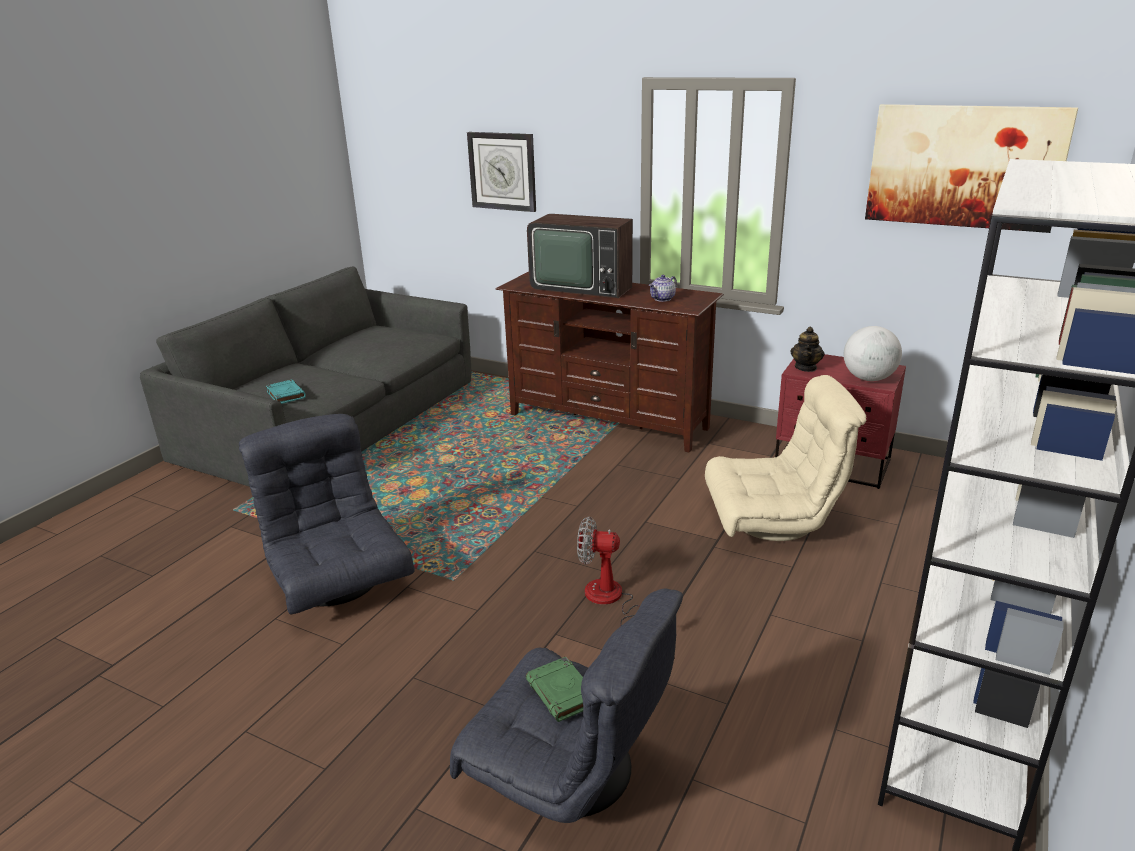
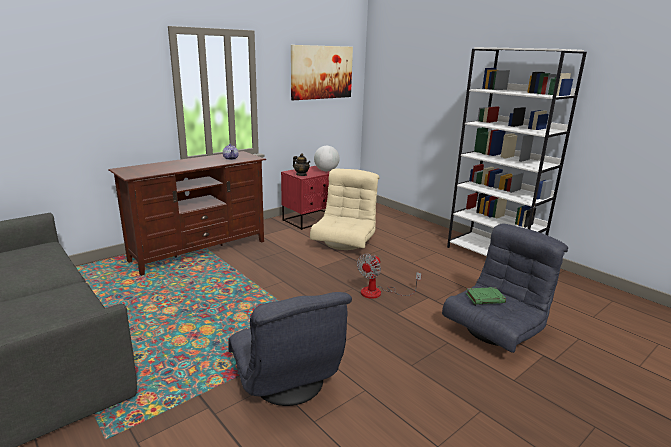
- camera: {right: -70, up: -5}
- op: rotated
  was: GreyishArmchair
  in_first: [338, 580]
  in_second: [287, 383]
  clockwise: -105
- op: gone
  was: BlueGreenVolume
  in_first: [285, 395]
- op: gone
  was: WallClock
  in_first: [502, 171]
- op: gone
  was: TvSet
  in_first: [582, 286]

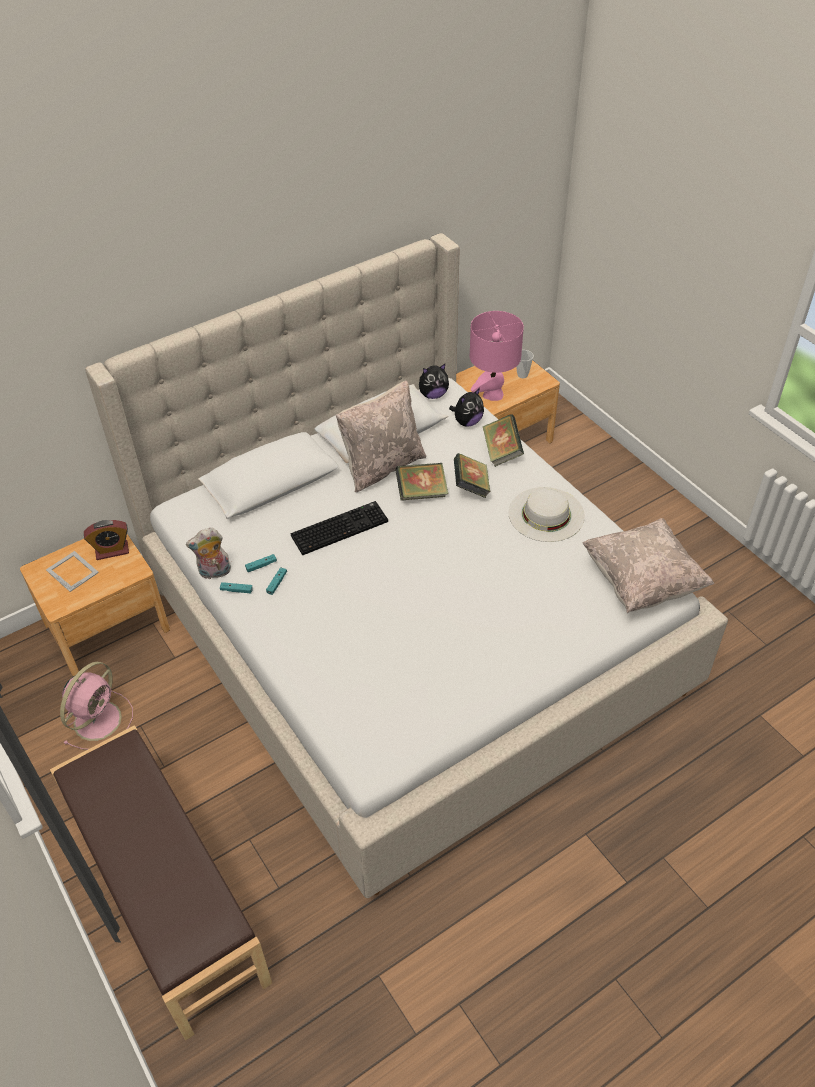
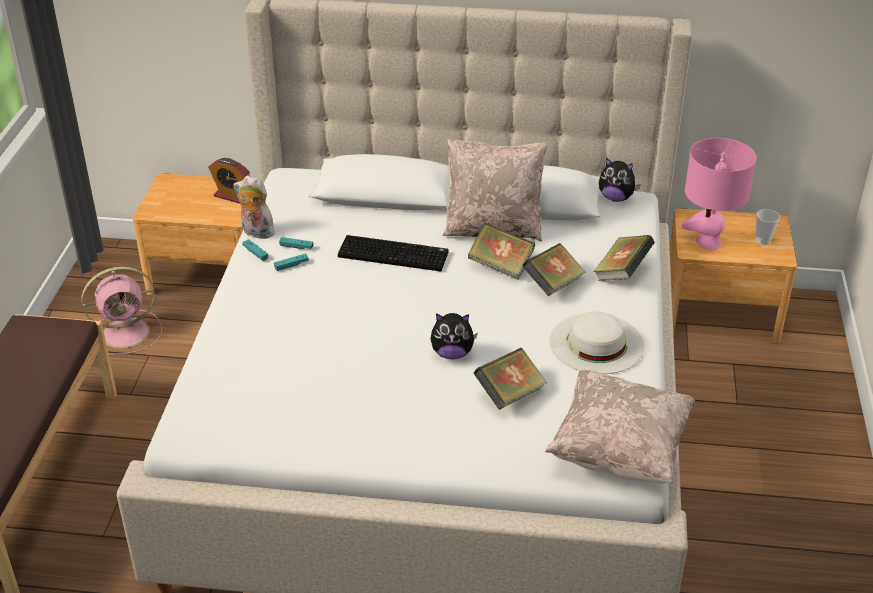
- camera: {right: 40, up: -10}
- op: shifted
  was: SoftToy
  in_first: [467, 422]
  in_second: [452, 353]
- op: new
  now: Volume
  in_second: [509, 394]
- op: gone
  was: PictureFrame
  in_first: [72, 571]

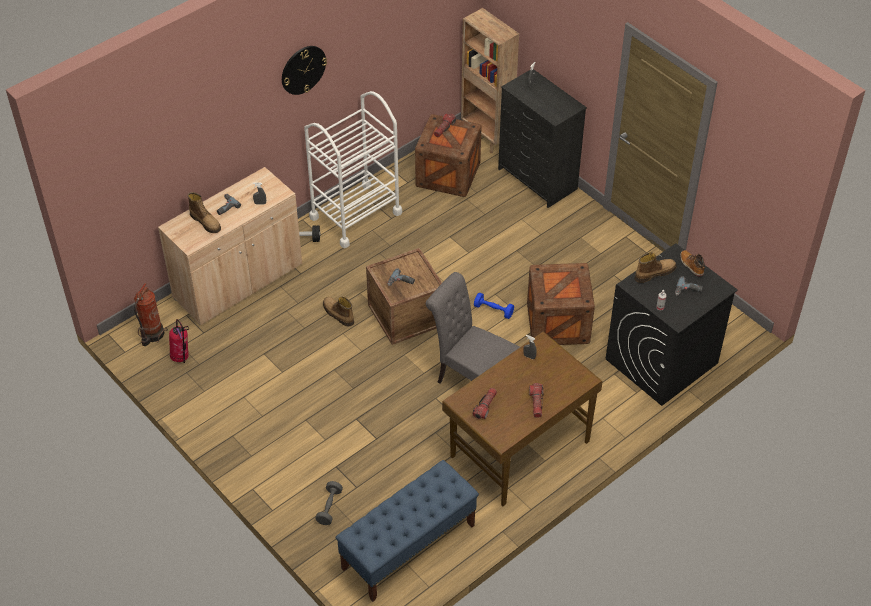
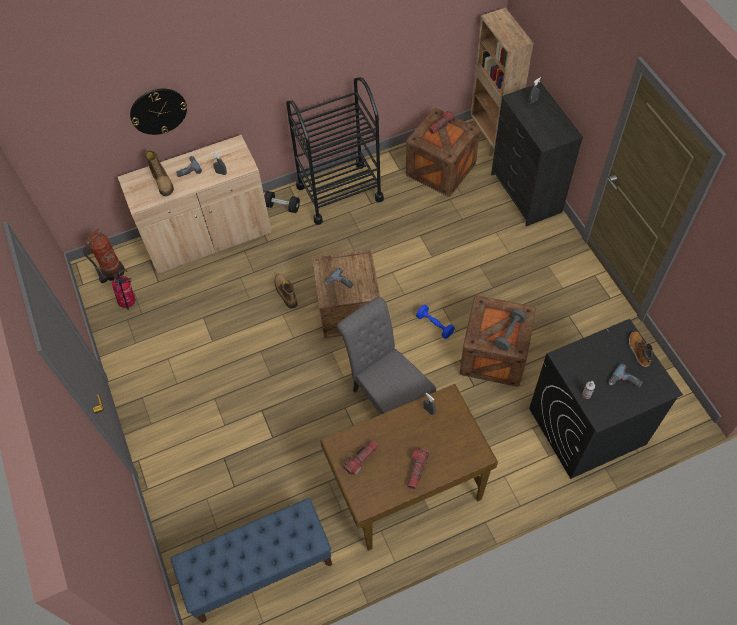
- camera: {right: 20, up: 10}
- op: shifted
  was: WallClock
  in_first: [303, 69]
  in_second: [158, 111]
- op: repainted
  was: WhiteCart
  now: BlackishCart
  in_first: [355, 215]
  in_second: [339, 192]
- op: shifted
  was: GreyishHandWeight
  in_first: [329, 507]
  in_second: [509, 333]
- op: gone
  was: Boot
  in_first: [654, 273]

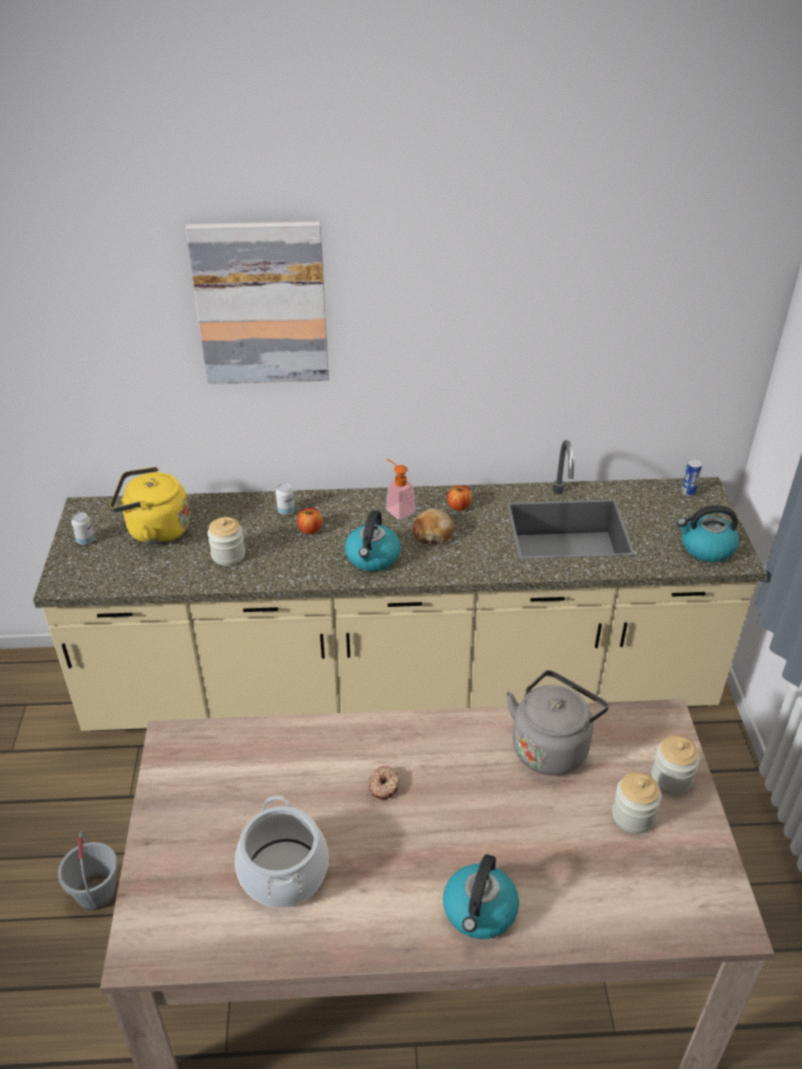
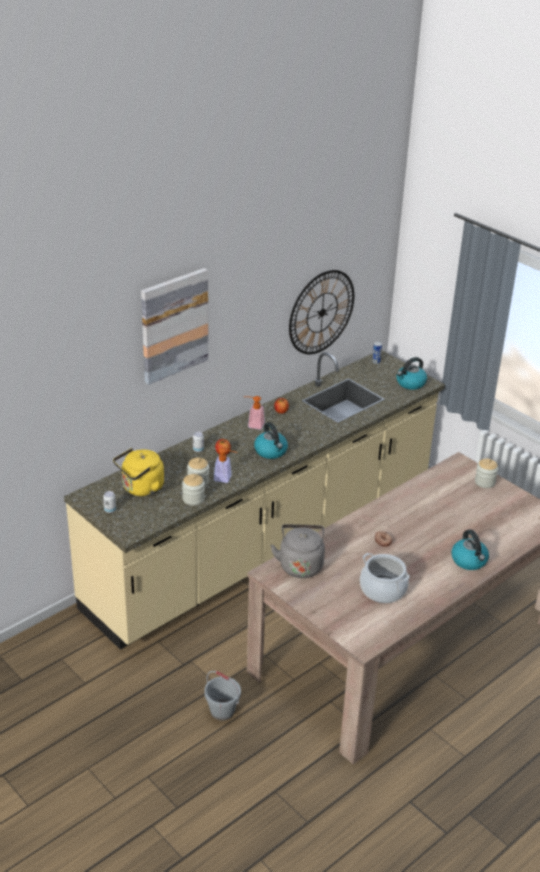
- camera: {right: -40, up: -5}
- op: shifted
  was: StorageJar
  in_first: [633, 816]
  in_second: [193, 499]
- op: new
  now: SoapBottle
  in_second: [226, 478]
- op: shifted
  was: GreyishKettle
  in_first: [551, 746]
  in_second: [300, 565]
- op: new
  now: WallClock
  in_second: [322, 312]
- op: gone
  was: Bread
  in_first: [433, 533]

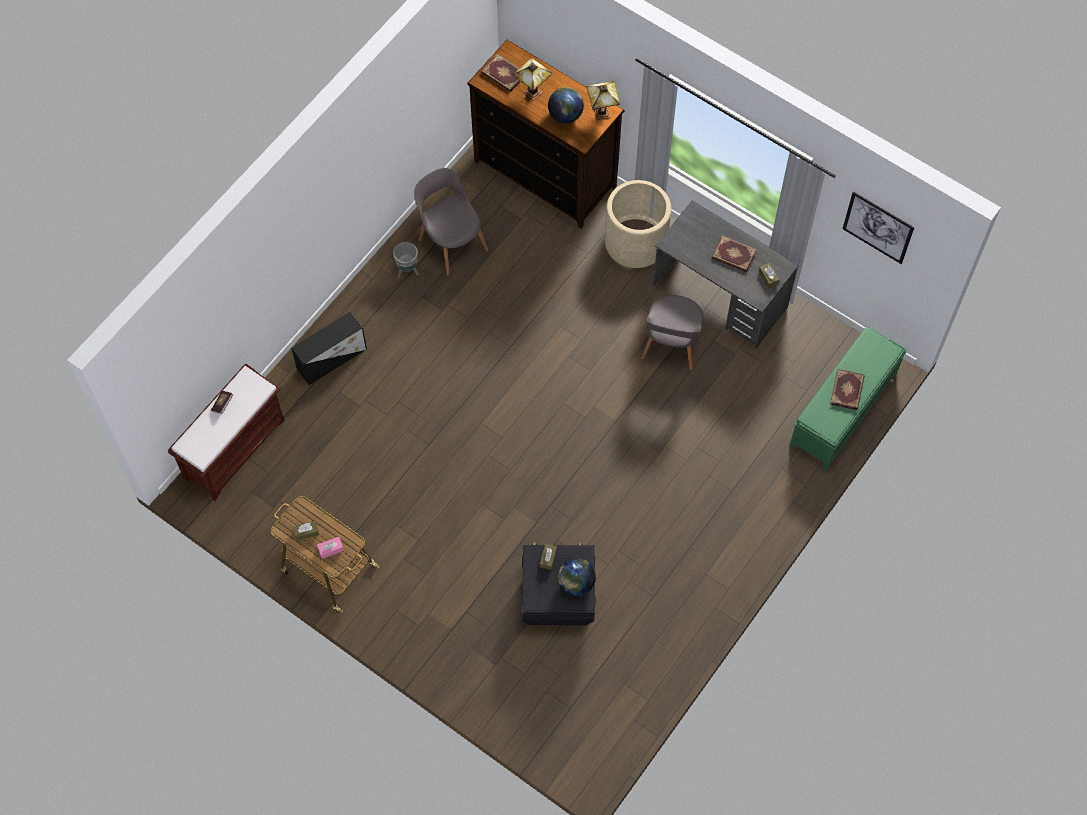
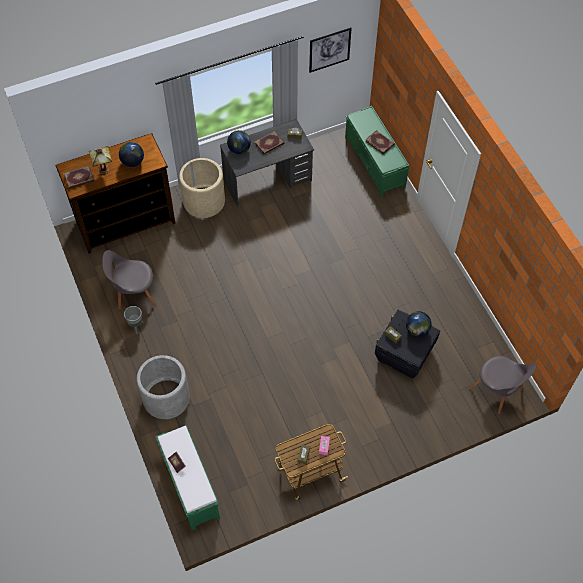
- camera: {right: -60, up: -5}
- op: swapped
  was: BlackishStorageContainer
  now: GreyishFlowerPot
  in_first: [332, 358]
  in_second: [166, 398]
- op: repainted
  was: BrownColouredLongSeat
  now: GreenColouredLongSeat
  in_first: [235, 448]
  in_second: [190, 487]
- op: new
  now: DeskGlobe
  in_second: [239, 149]
- op: shifted
  was: GreyishUprightChair
  in_first: [671, 345]
  in_second: [497, 391]
- op: gone
  was: LampForATable
  in_first: [603, 114]

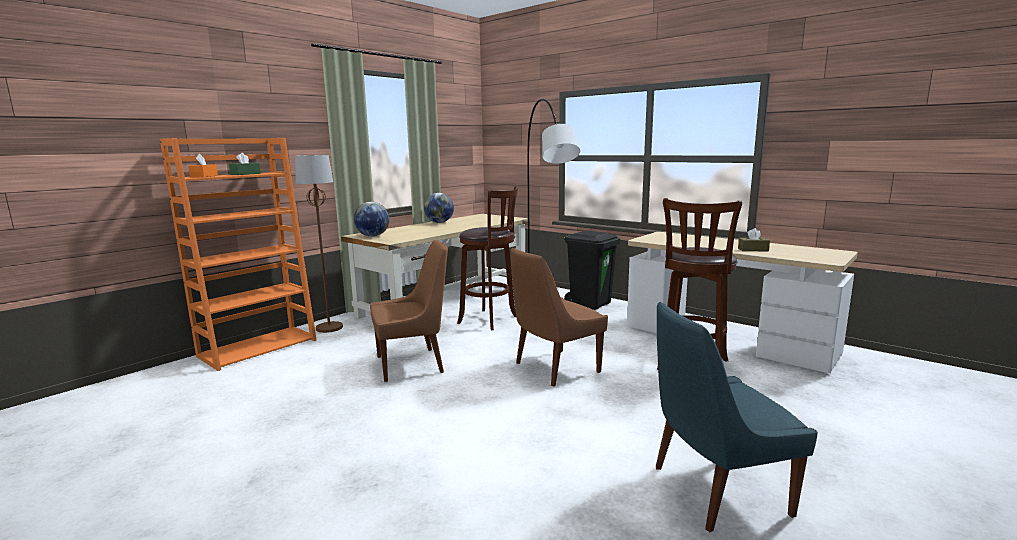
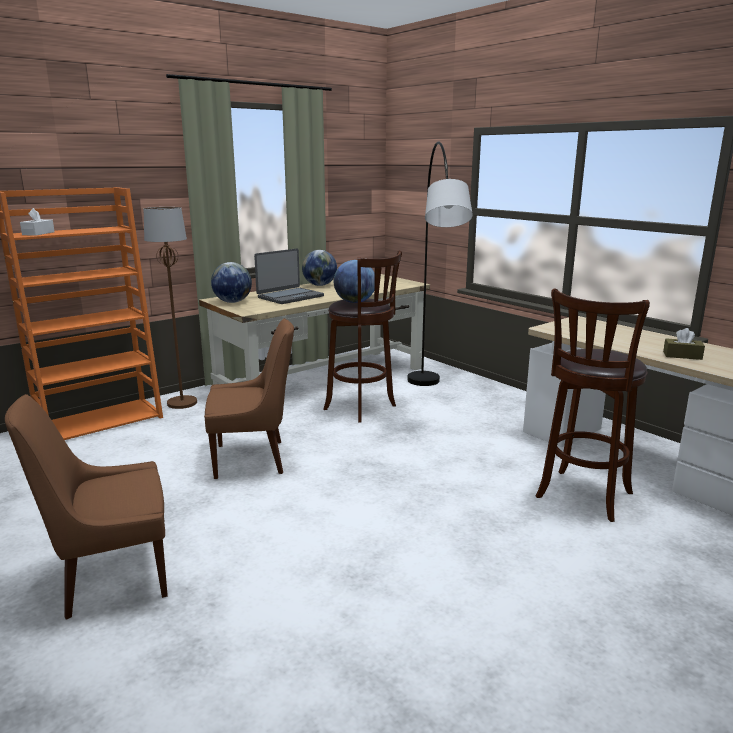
- camera: {right: 10, up: 5}
- op: shifted
  was: BrownColouredUprightChair
  in_first: [554, 368]
  in_second: [111, 577]
- op: repainted
  was: OrangeTissueBox
  now: WhiteTissueBox
  in_first: [204, 176]
  in_second: [38, 233]
- op: new
  now: PortableComputer
  in_second: [290, 297]
- op: new
  now: DeskGlobe
  in_second: [355, 302]
- op: gone
  was: GreenColouredTissueBox
  in_first: [245, 174]
- op: gone
  was: BlackishWasteBin
  in_first: [590, 304]
- op: gone
  was: BluishUprightChair
  in_first: [714, 491]

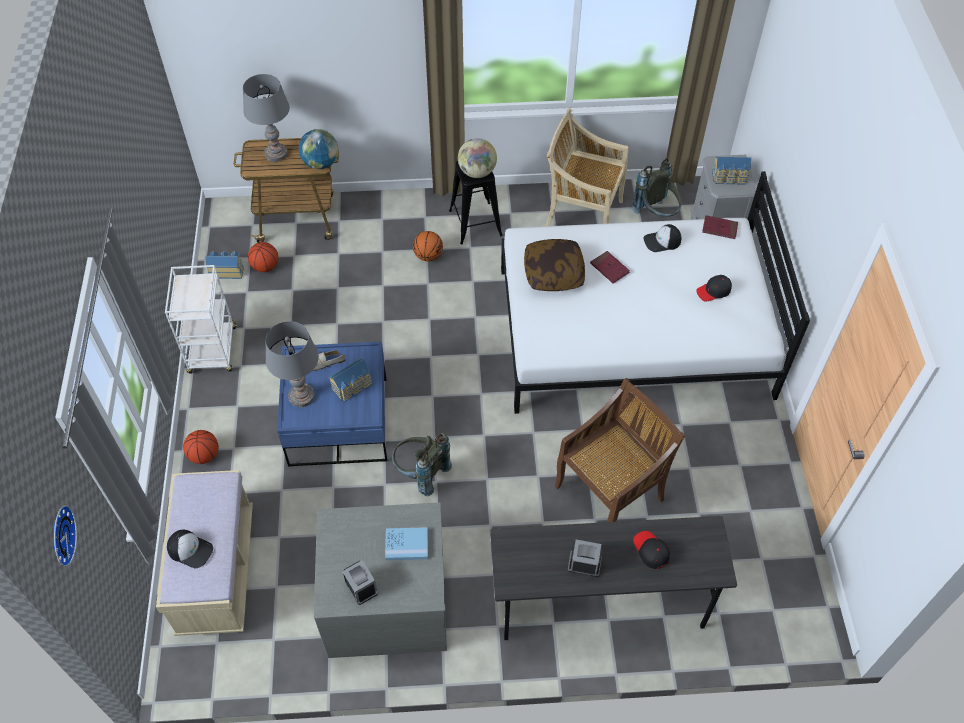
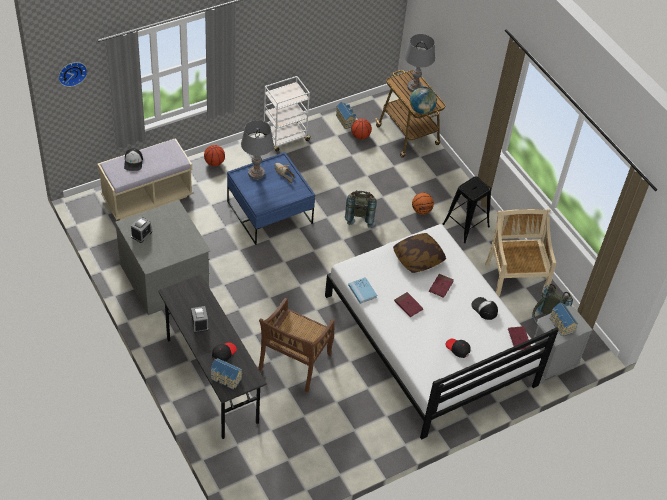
- camera: {right: 60, up: -5}
- op: shifted
  was: ToyHouse
  in_first: [353, 386]
  in_second: [225, 379]
- op: rotated
  was: BrownColouredUprightChair
  in_first: [610, 492]
  in_second: [294, 363]
  clockwise: 90
- op: shifted
  was: GreyishBackpack
  in_first: [420, 473]
  in_second: [359, 216]
- op: shifted
  was: BluishVolume
  in_first: [406, 545]
  in_second: [362, 291]
- op: new
  now: RedVolume
  in_second: [408, 305]
- op: gone
  was: DeskGlobe
  in_first: [477, 172]

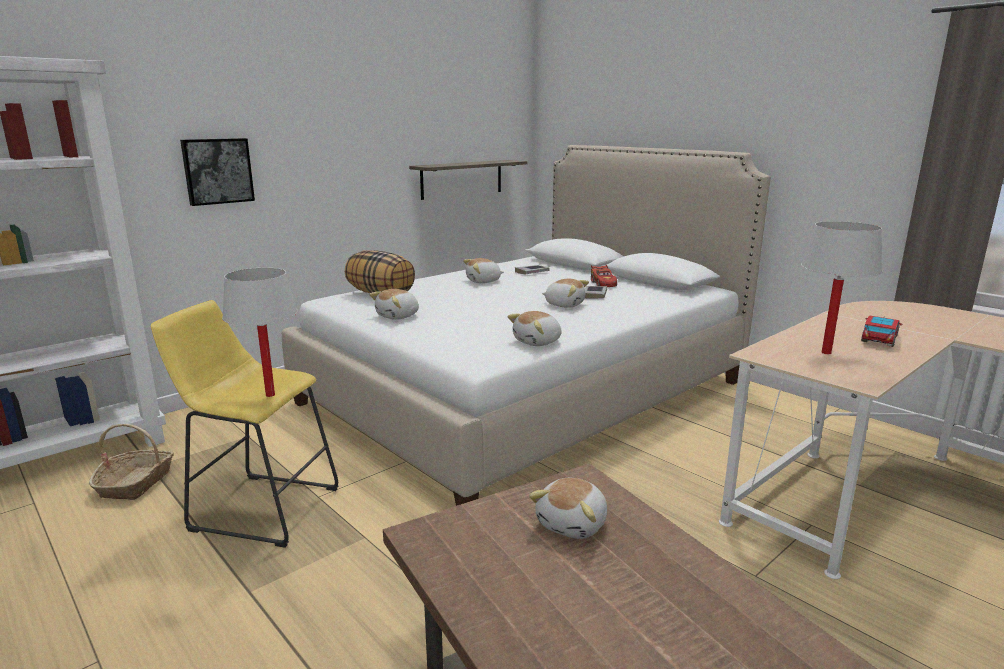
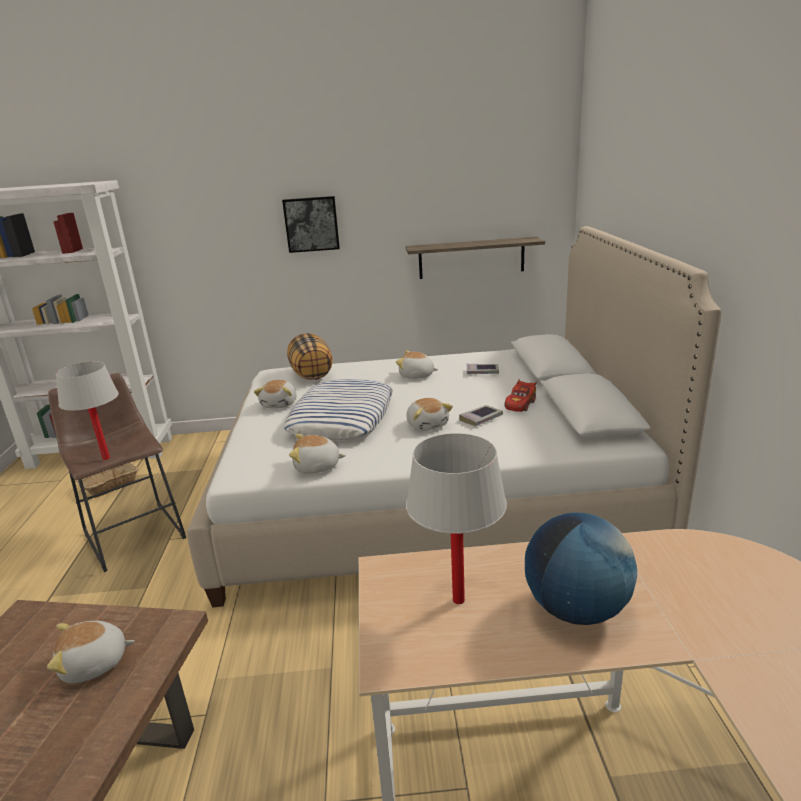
- camera: {right: 40, up: 5}
- op: repainted
  was: YellowColouredSittingStool
  now: BrownColouredSittingStool
  in_first: [259, 507]
  in_second: [133, 532]
- op: rotated
  was: SoftToy
  in_first: [398, 316]
  in_second: [280, 404]
  clockwise: -75
- op: shifted
  was: WallPicture
  in_first: [217, 171]
  in_second: [311, 224]
- op: new
  now: ThrowPillow
  in_second: [342, 418]
- op: swapped
  was: ModelCar
  now: DeskGlobe
  in_first: [879, 339]
  in_second: [576, 609]

